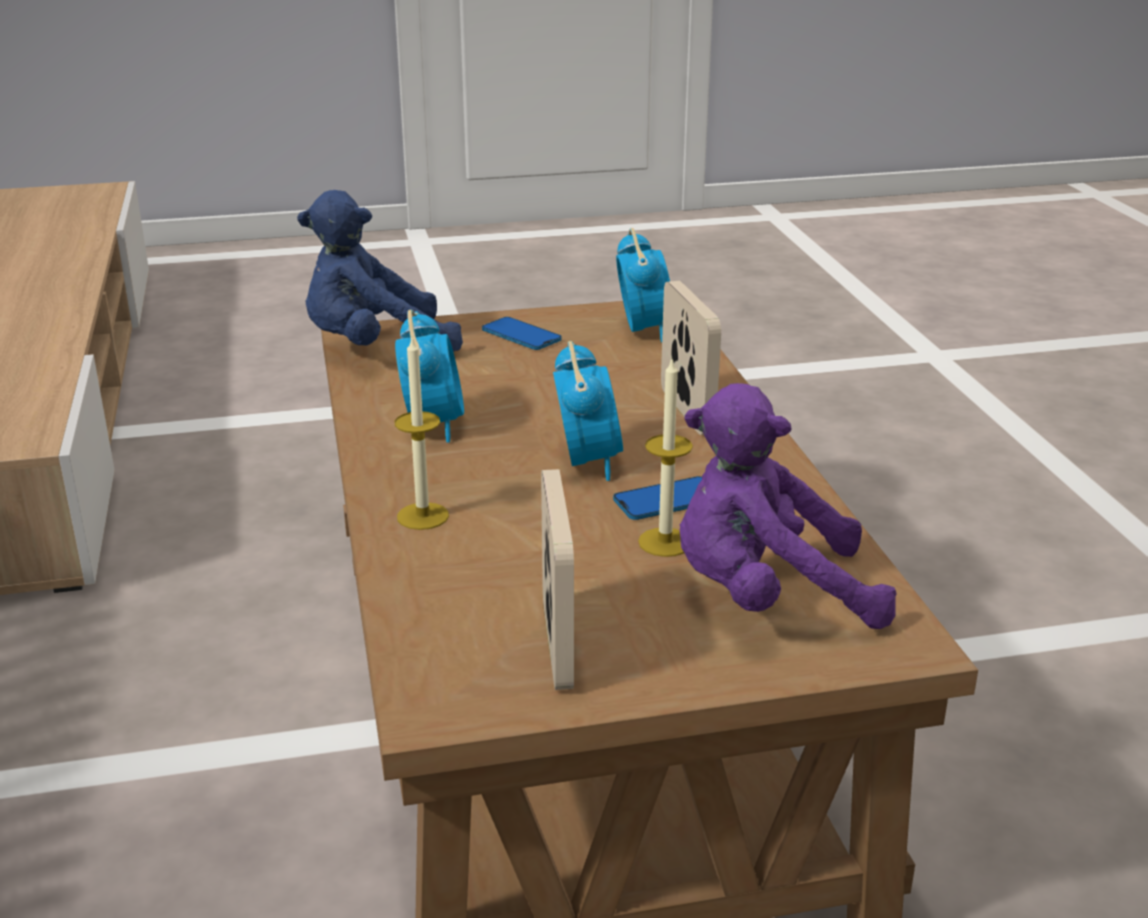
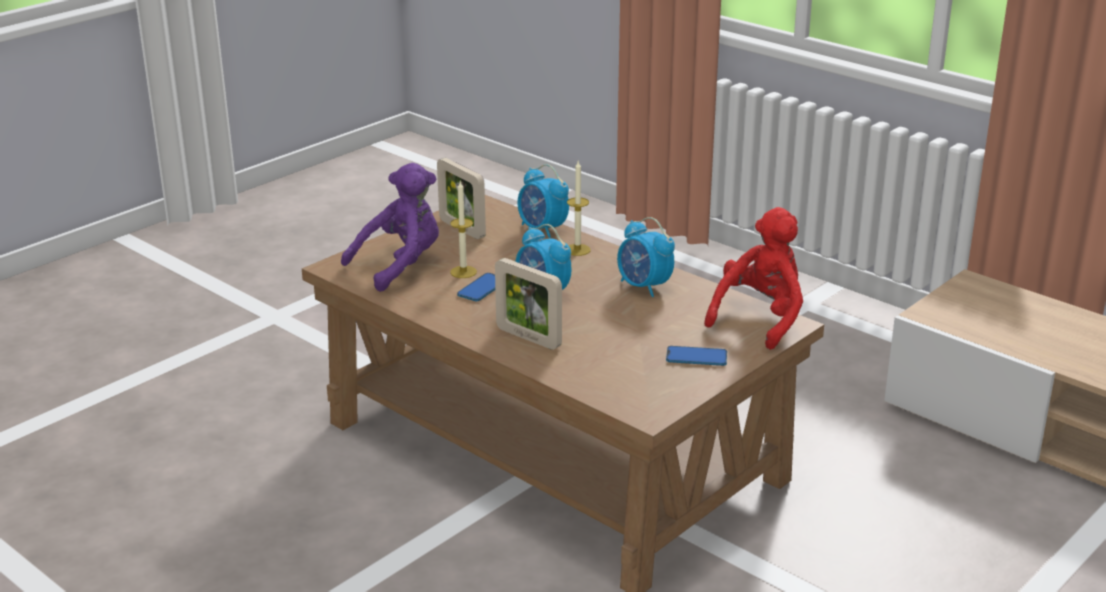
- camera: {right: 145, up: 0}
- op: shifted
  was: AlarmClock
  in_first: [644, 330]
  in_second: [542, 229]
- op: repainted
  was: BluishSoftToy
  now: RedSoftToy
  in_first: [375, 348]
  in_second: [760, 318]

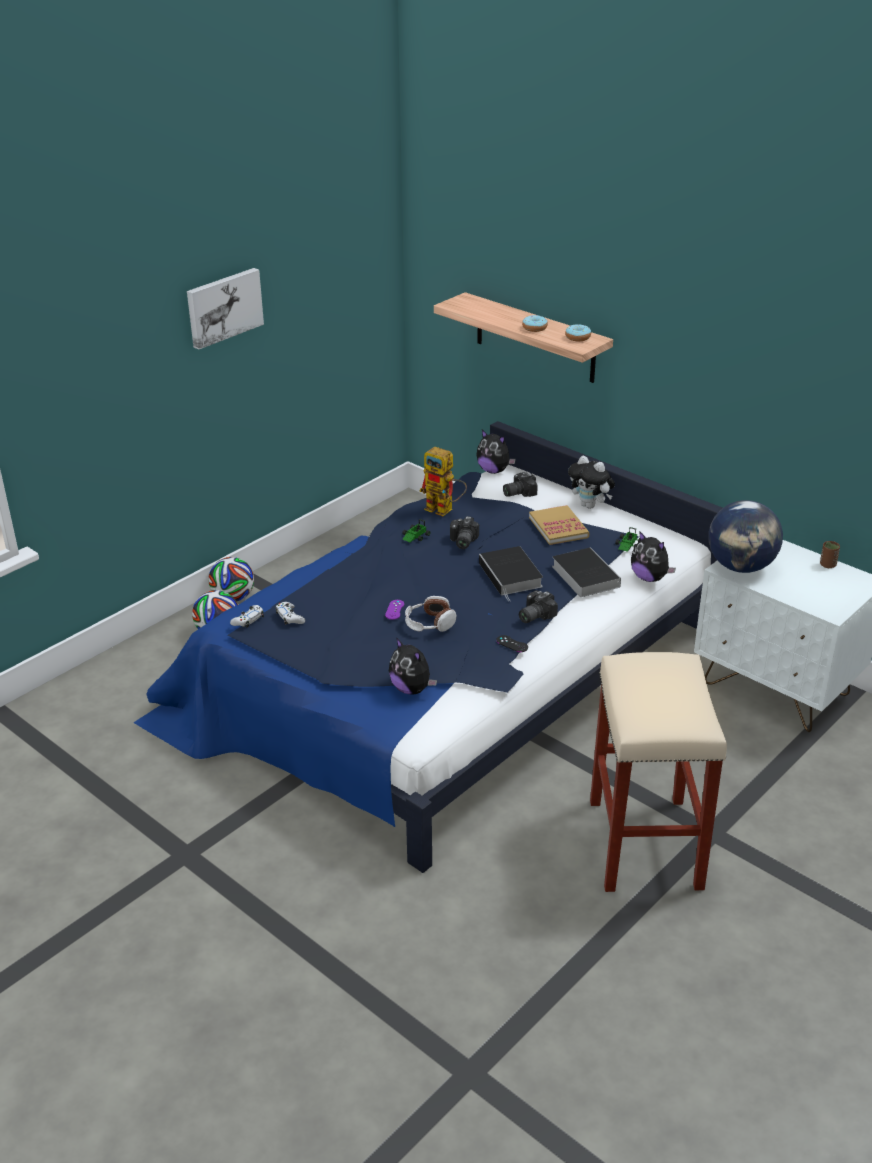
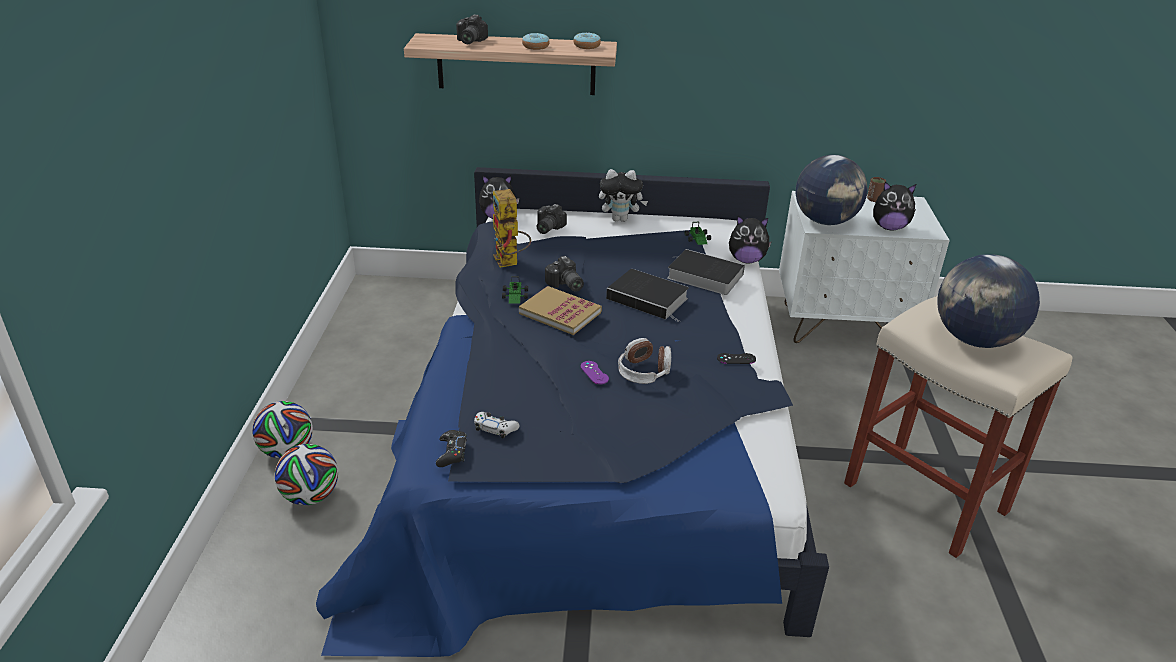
- camera: {right: -40, up: 0}
- op: repainted
  was: WhiteGamepad
  now: BlackishGamepad
  in_first: [248, 620]
  in_second: [451, 453]
- op: shifted
  was: StillCamera
  in_first: [533, 615]
  in_second: [468, 41]
- op: rotated
  was: ToyRobot
  in_first: [445, 510]
  in_second: [510, 263]
  clockwise: 75
- op: shifted
  was: Volume
  in_first: [558, 527]
  in_second: [560, 313]
- op: shifted
  was: SoftToy
  in_first: [412, 689]
  in_second: [889, 227]
- op: new
  now: DeskGlobe
  in_second: [974, 339]
- op: gone
  was: WallPicture
  in_first: [223, 307]

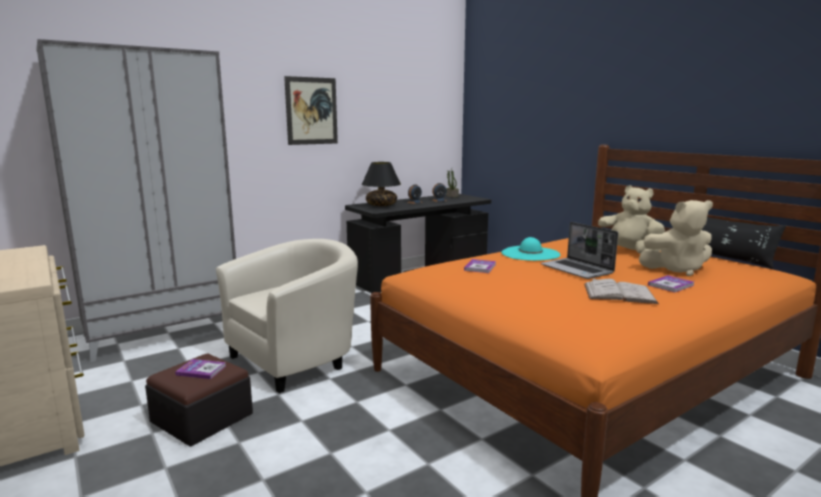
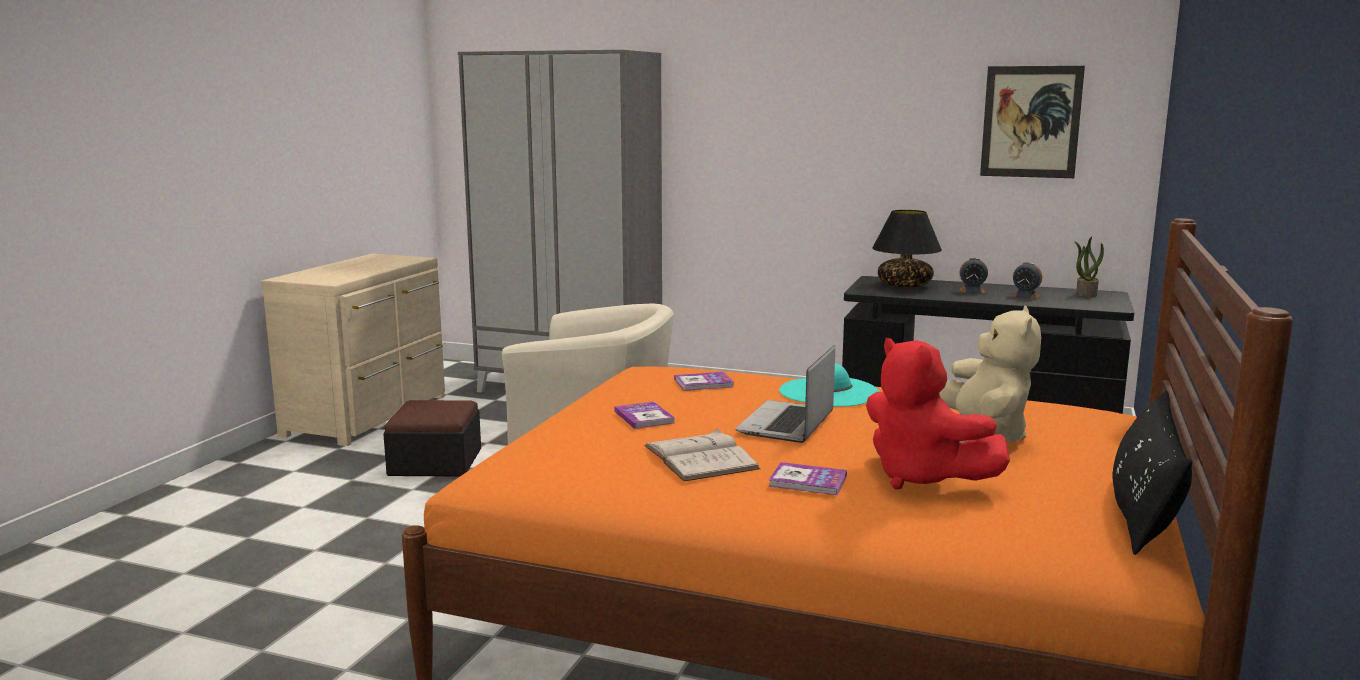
- camera: {right: 55, up: 0}
- op: shifted
  was: Volume
  in_first: [201, 370]
  in_second: [644, 417]
- op: repainted
  was: BeigeSoftToy
  now: RedSoftToy
  in_first: [676, 270]
  in_second: [922, 478]
- op: shifted
  was: WallPicture
  in_first: [311, 111]
  in_second: [1031, 122]

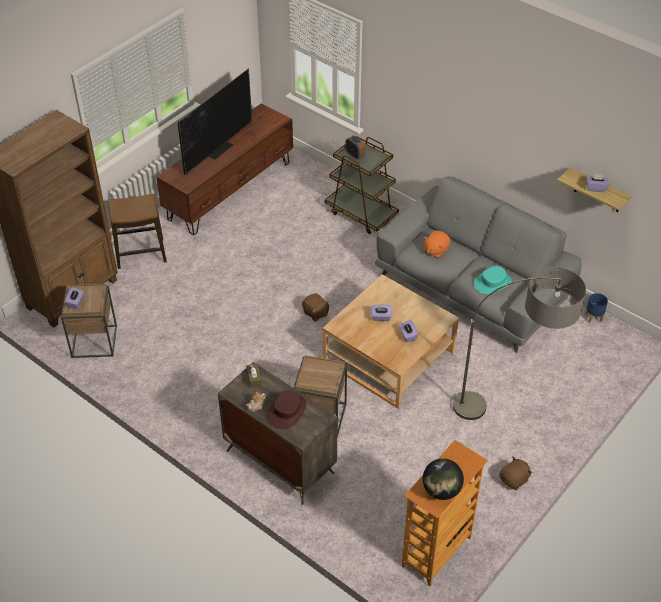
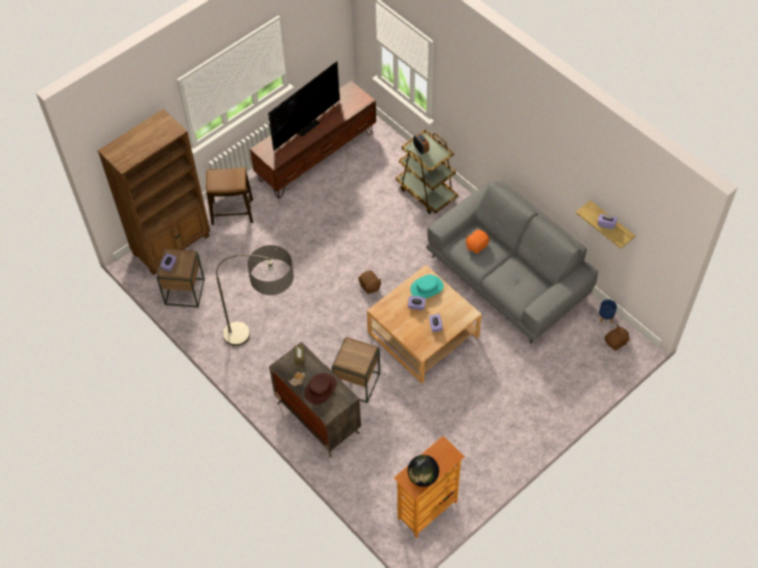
- camera: {right: 10, up: 10}
- op: shifted
  was: StandardLamp
  in_first: [510, 410]
  in_second: [267, 341]
- op: shifted
  was: BlueGreenHat
  in_first: [492, 283]
  in_second: [427, 288]
- op: shifted
  was: BrownColouredSoftToy
  in_first: [514, 480]
  in_second: [616, 342]

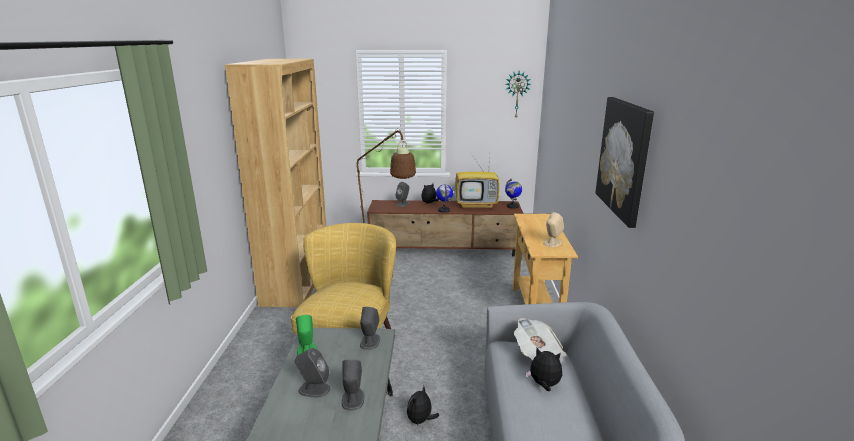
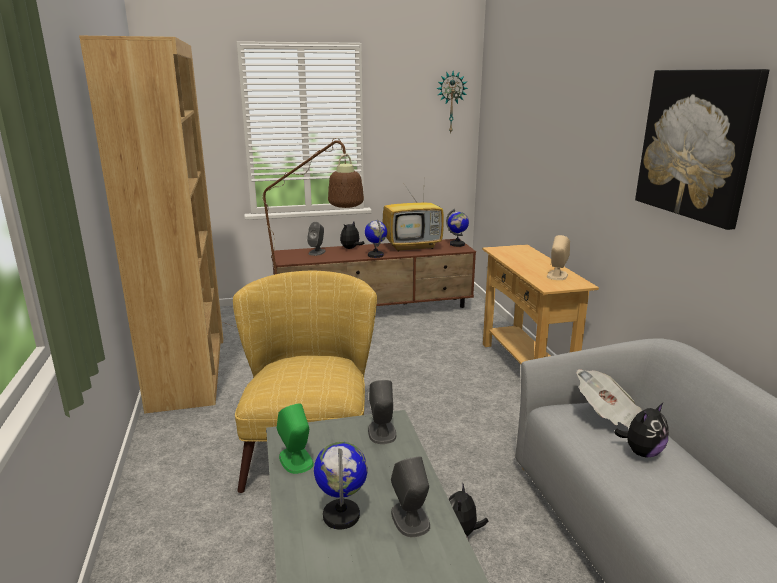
- camera: {right: -15, up: 0}
- op: swapped
  was: GreyishLoudspeaker
  now: DeskGlobe
  in_first: [313, 389]
  in_second: [341, 515]
- op: rotated
  was: SoftToy
  in_first: [544, 385]
  in_second: [641, 452]
  clockwise: 135

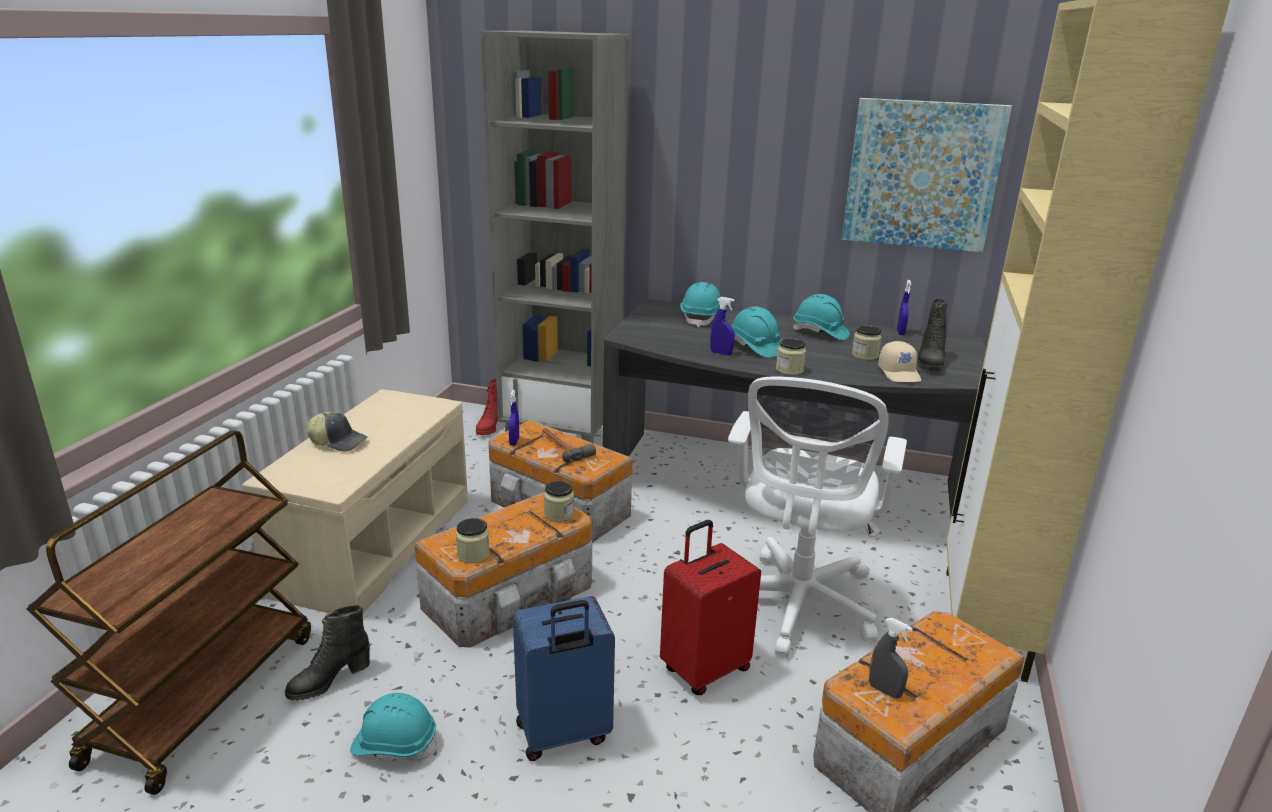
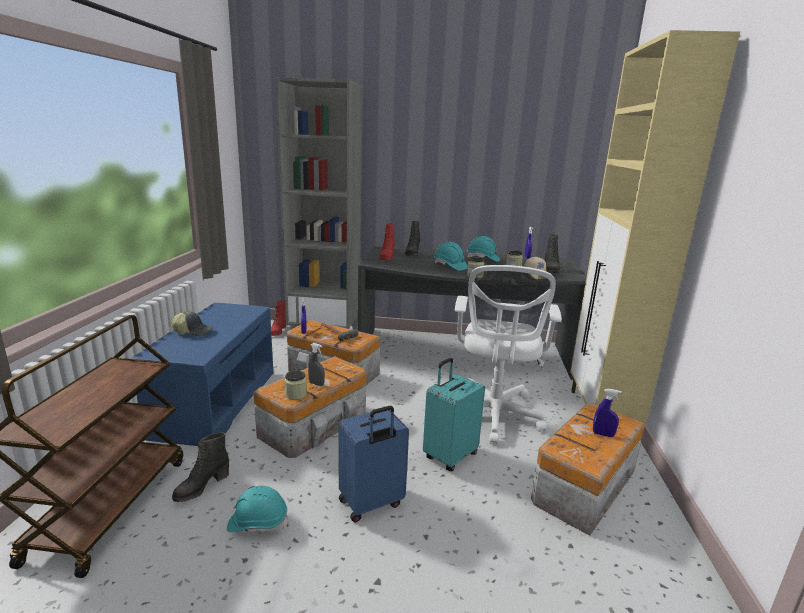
- camera: {right: -10, up: -5}
- op: repainted
  was: BeigeLongSeat
  now: BluishLongSeat
  in_first: [374, 543]
  in_second: [216, 401]
- op: shifted
  was: GreyishSprayBottle
  in_first: [884, 690]
  in_second: [316, 384]
- op: new
  now: RedBoot
  in_second: [387, 258]
- op: swapped
  was: BlueGreenWorkHelmet
  now: BlackishBoot
  in_first: [702, 318]
  in_second: [412, 254]
- op: repainted
  was: RedSuitcase
  now: BlueGreenSuitcase
  in_first: [704, 669]
  in_second: [449, 456]
- op: shifted
  was: BluishSprayBottle
  in_first: [721, 353]
  in_second: [603, 434]
- op: gone
  was: StorageJar
  in_first: [559, 514]
- op: gone
  was: WallPicture
  in_first: [921, 175]

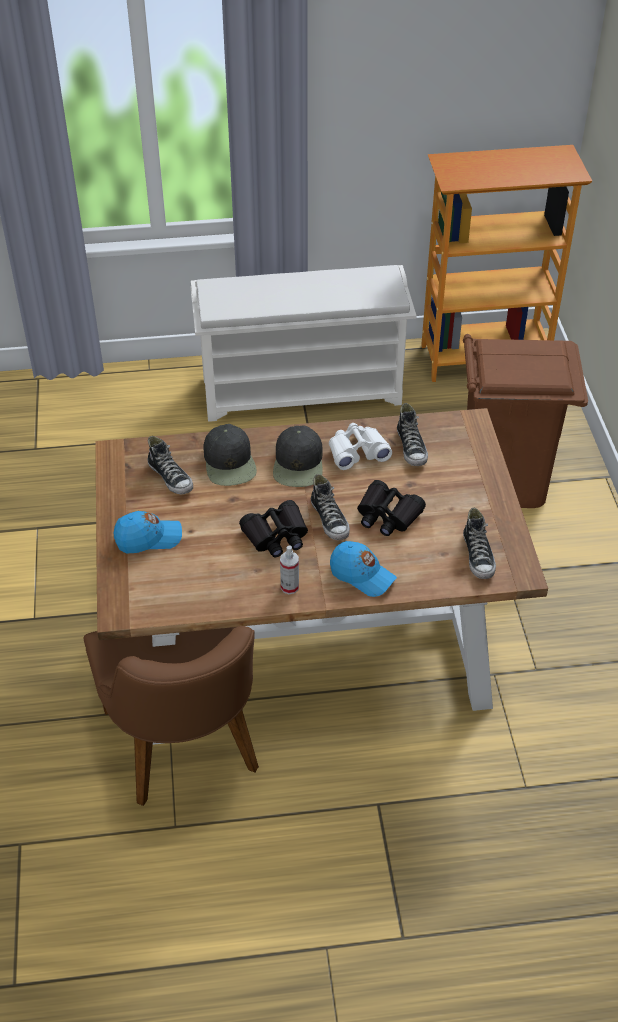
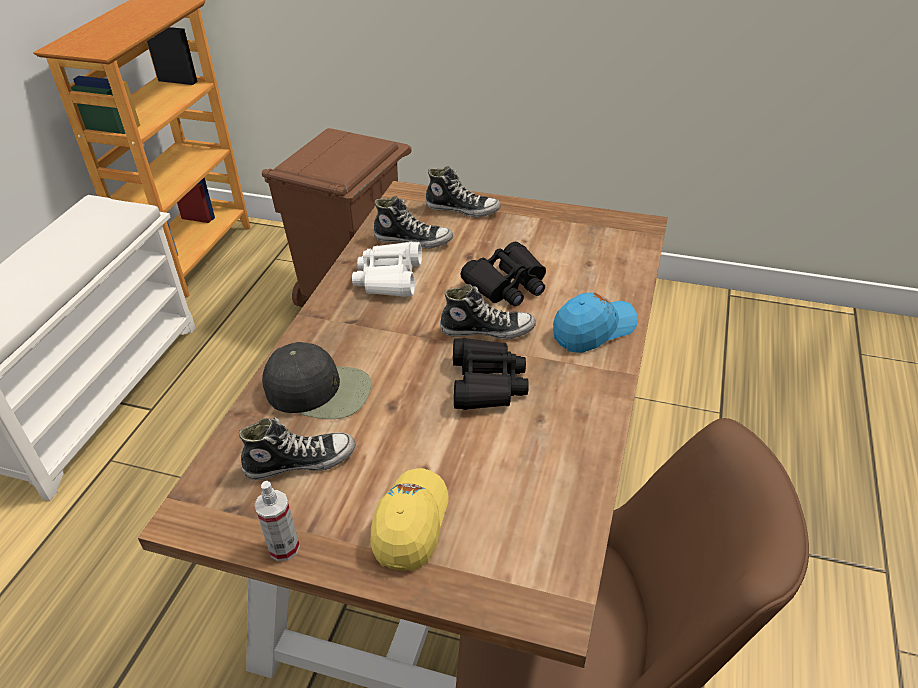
- camera: {right: -65, up: -5}
- op: shifted
  was: SprayBottle
  in_first: [289, 587]
  in_second: [284, 547]
- op: repainted
  was: BluishCap
  now: YellowColouredCap
  in_first: [148, 538]
  in_second: [410, 524]
- op: shifted
  was: ItemOfFootwear
  in_first: [478, 556]
  in_second: [463, 209]
- op: gone
  was: BlackishCap
  in_first: [298, 464]

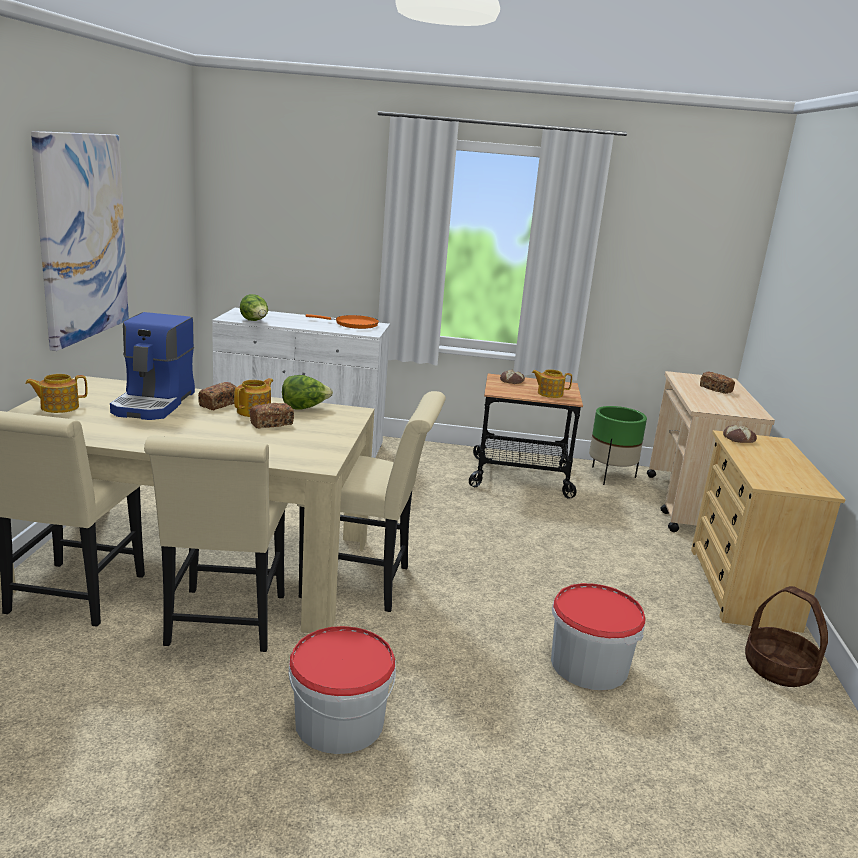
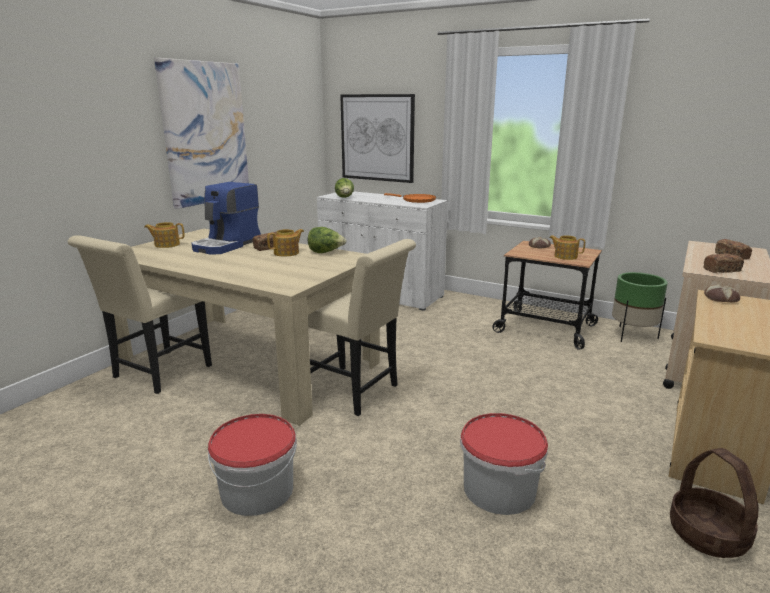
- camera: {right: 25, up: 0}
- op: new
  now: WallPicture
  in_second: [377, 138]
- op: shifted
  was: Bread
  in_first: [271, 424]
  in_second: [721, 270]
- op: gone
  was: BeigeUprightChair
  in_first: [224, 625]

